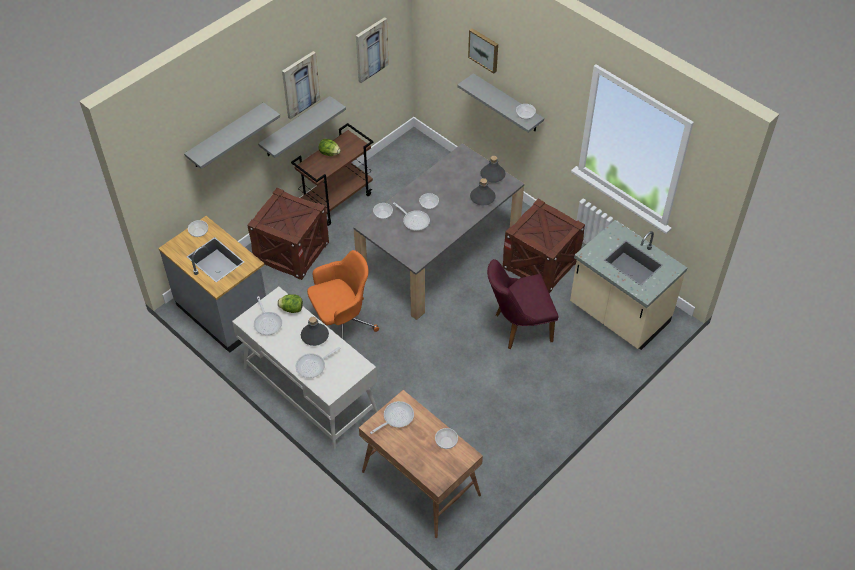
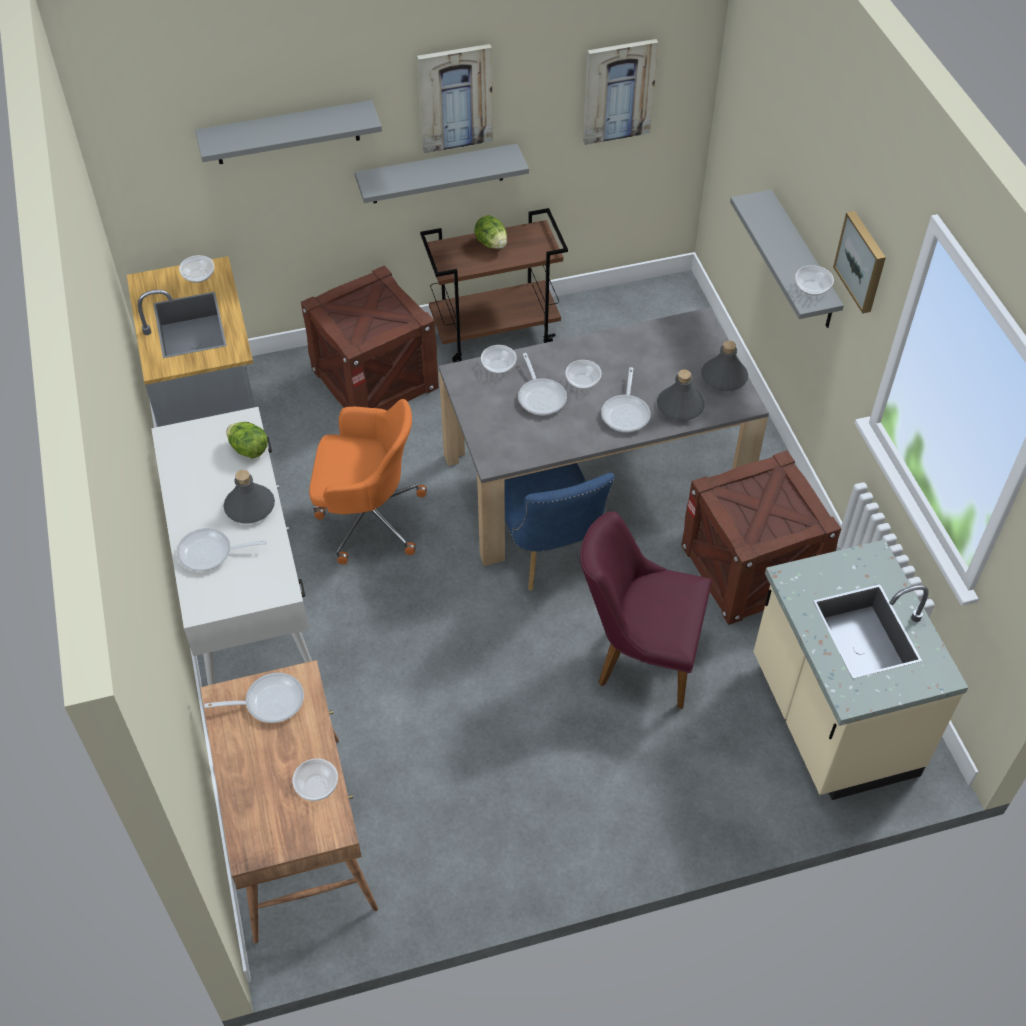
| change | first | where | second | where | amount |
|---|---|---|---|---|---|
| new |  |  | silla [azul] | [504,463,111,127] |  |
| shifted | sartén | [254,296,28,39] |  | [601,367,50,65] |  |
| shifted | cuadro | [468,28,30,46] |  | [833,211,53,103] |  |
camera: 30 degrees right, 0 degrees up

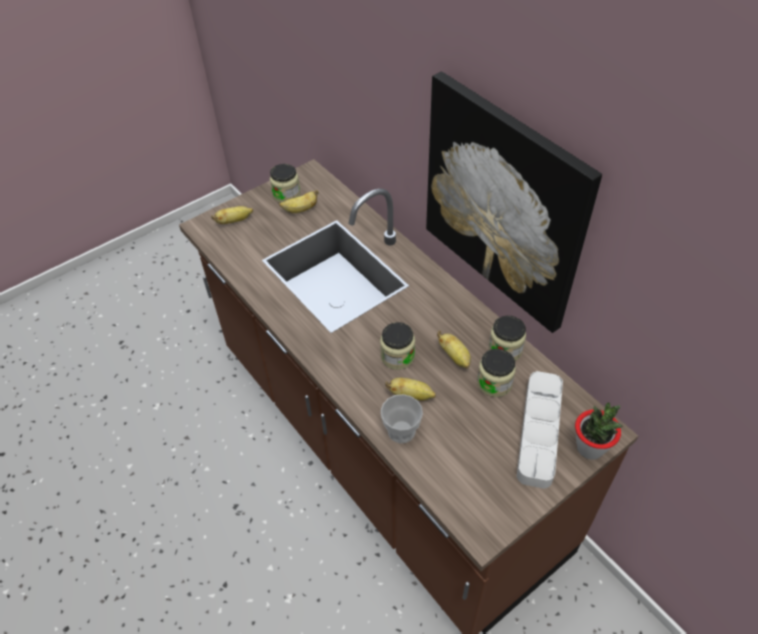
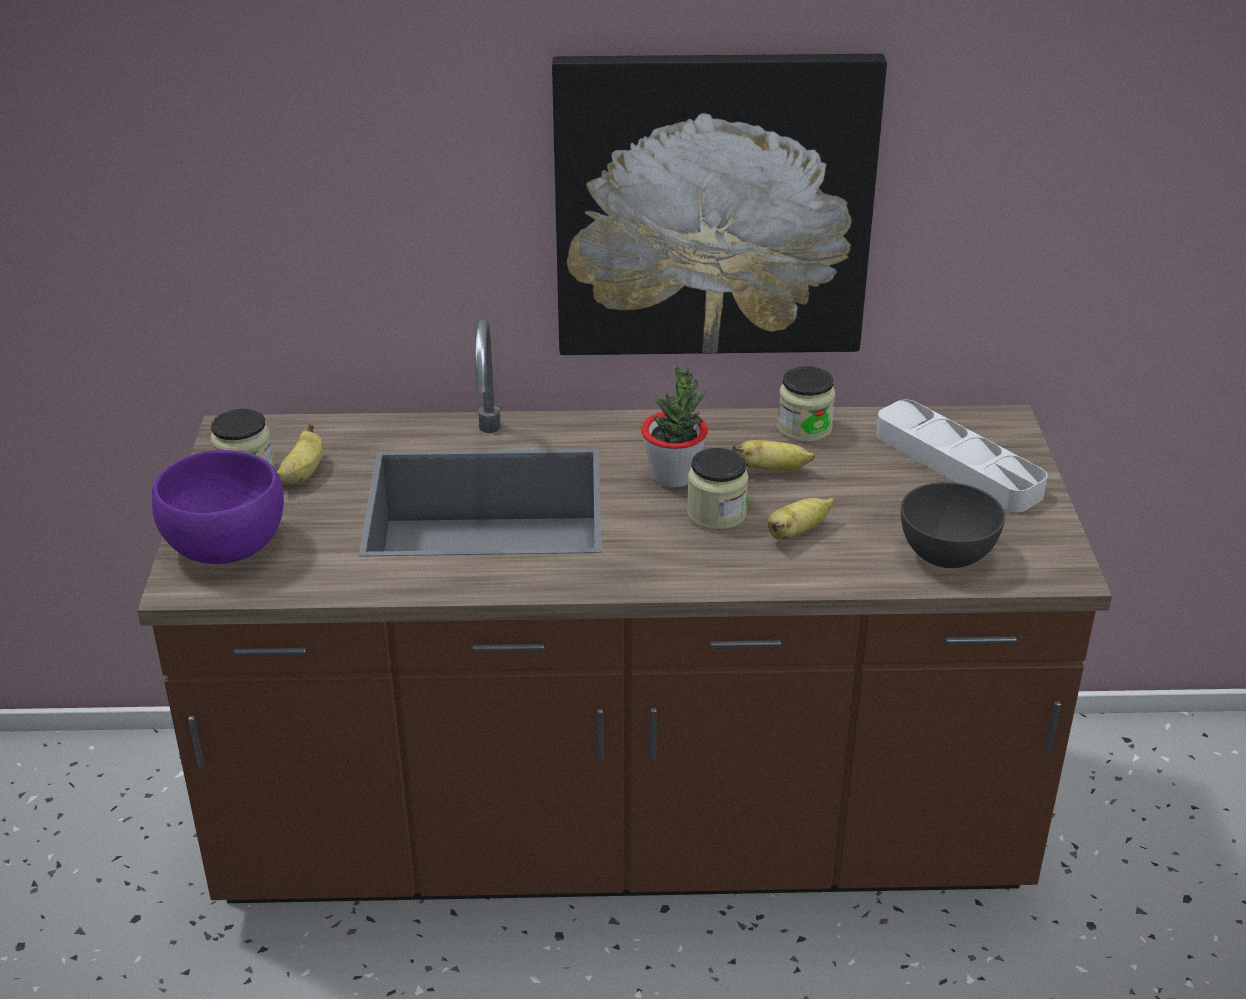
| change | first | where | second | where | amount |
|---|---|---|---|---|---|
| swapped | plátano | [211,206,42,18] | cuenco [morado] | [152,450,132,114] |  |
| shifted | planta en maceta | [575,403,48,57] |  | [641,366,67,121] |  |
| new |  |  | cuenco [gris] | [901,482,104,86] |  |
| gone | taza | [380,394,43,49] |  |  |  |
| gone | tarro | [477,349,39,48] |  |  |  |
camera: 55 degrees left, 15 degrees down

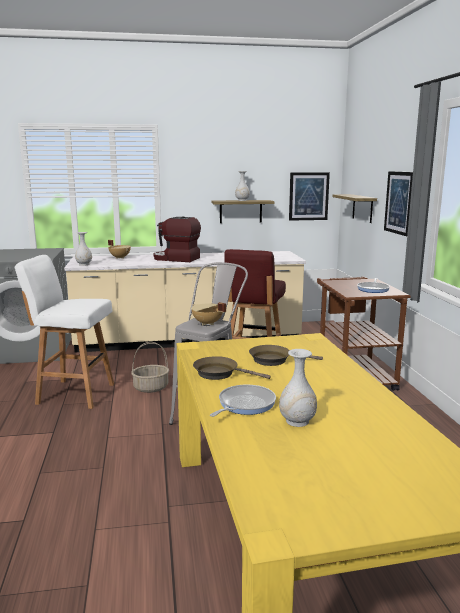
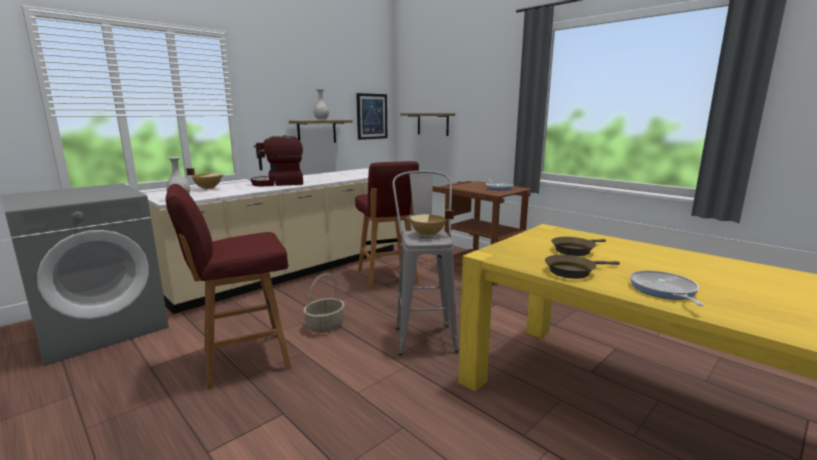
| change | first | where | second | where | amount |
|---|---|---|---|---|---|
| repainted | taburete [blanco] | [15,255,99,154] | taburete [rojo] | [166,184,126,206] |  |
| gone | florero [blanco] | [279,349,38,78] |  |  |  |
| gone | cuadro | [384,171,29,65] |  |  |  |
camera: 35 degrees left, 0 degrees up

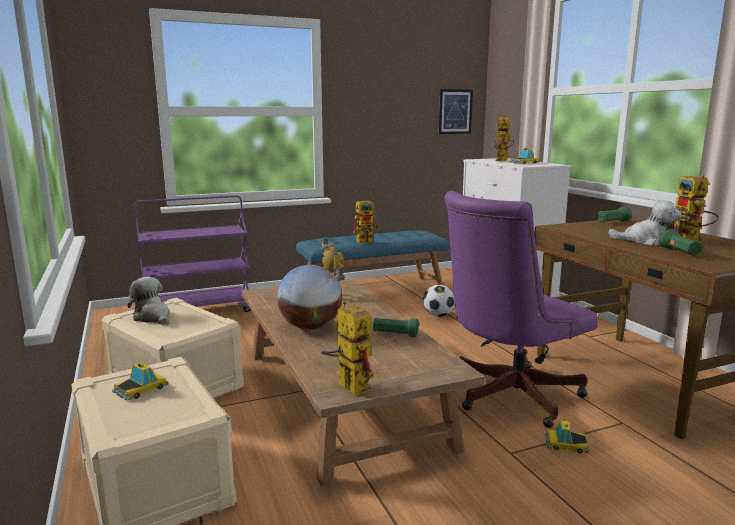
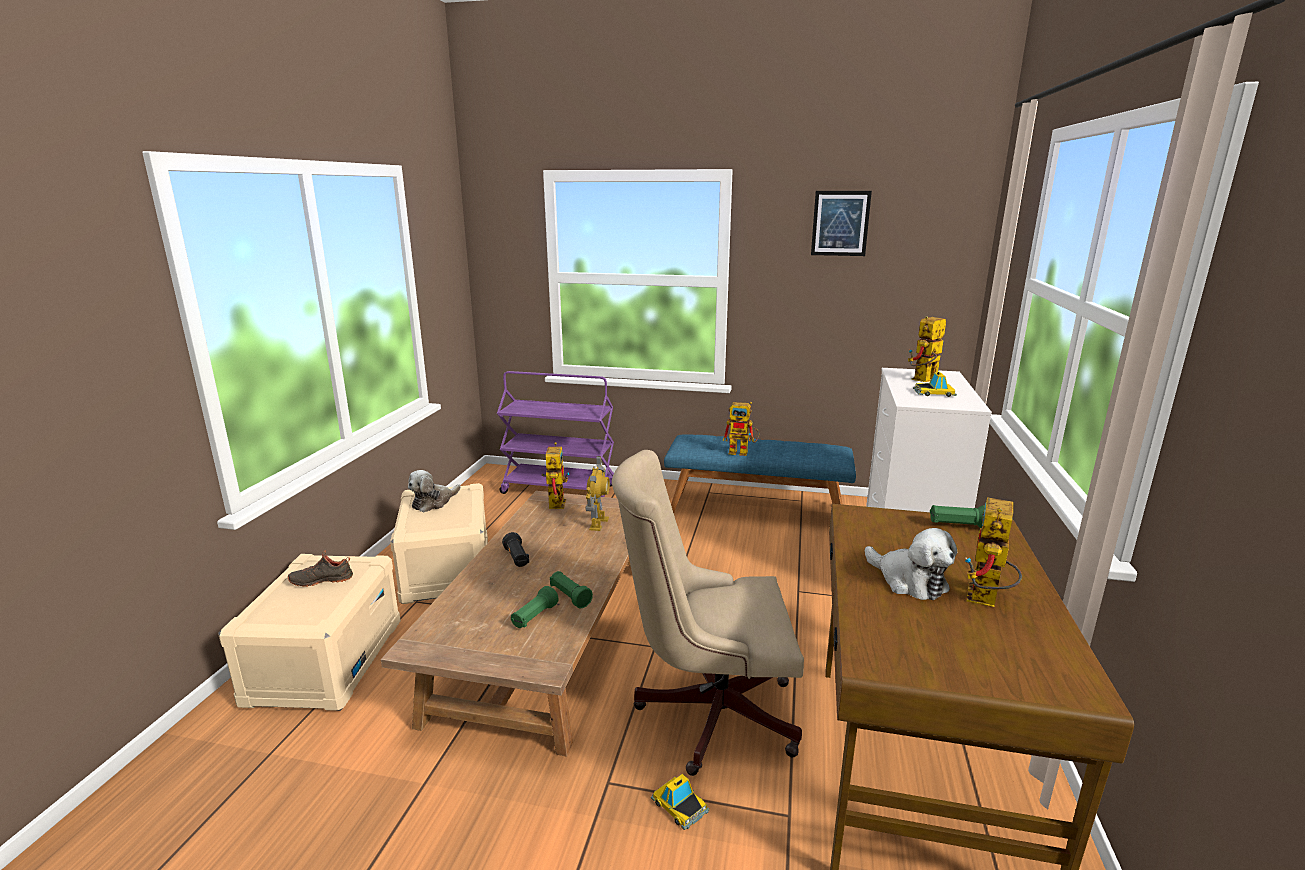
| change | first | where | second | where | amount |
|---|---|---|---|---|---|
| swapped | coche de juguete | [112,362,57,38] | zapato [negro] | [288,551,65,36] |  |
| rotated | peluche | [128,277,42,48] |  | [408,470,53,42] | 135 degrees counterclockwise |
| swapped | globo terráqueo | [277,265,65,65] | linterna [negro] | [502,532,27,35] |  |
| shifted | linterna [verde] | [659,230,44,25] |  | [511,586,47,42] |  |
| shifted | robot de juguete | [321,300,53,96] |  | [541,442,29,67] |  |
| repainted | silla de oficina [morado] | [444,191,154,237] | silla de oficina [beis] | [612,450,192,326] |  |
| shifted | cuadro | [439,89,34,45] |  | [811,191,61,65] |  |
| gone | balón de fútbol | [423,285,32,32] |  |  |  |
camera: 35 degrees right, 5 degrees up

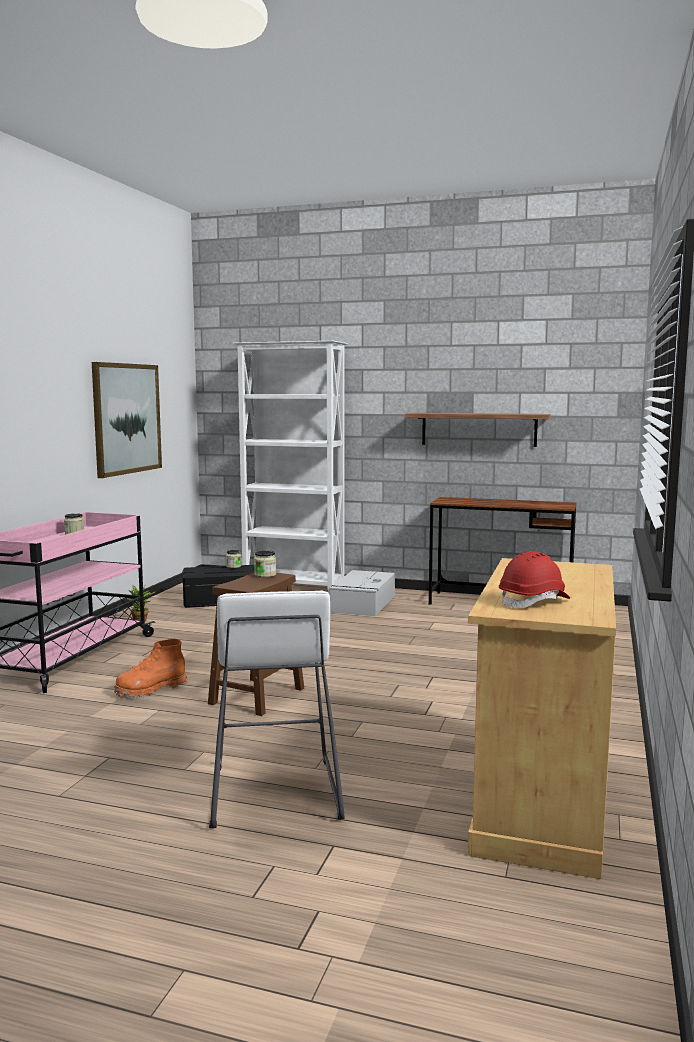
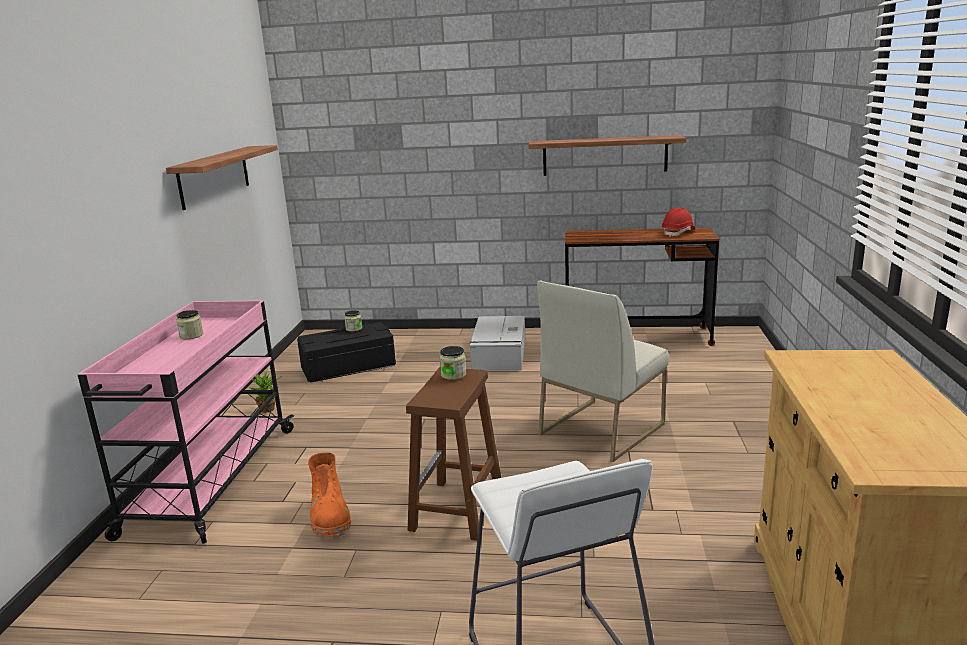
| change | first | where | second | where | amount |
|---|---|---|---|---|---|
| swapped | cuadro | [92,362,70,116] | estante | [166,145,112,65] |  |
| rotated | bota [naranja] | [114,639,73,59] |  | [308,452,43,86] | 60 degrees counterclockwise |
| new |  |  | silla [blanco] | [537,281,132,181] |  |
| shifted | casco [rojo] | [499,551,71,58] |  | [662,207,33,30] |  |
| gone | estantería [blanco] | [233,341,115,254] |  |  |  |
camera: 10 degrees left, 10 degrees up

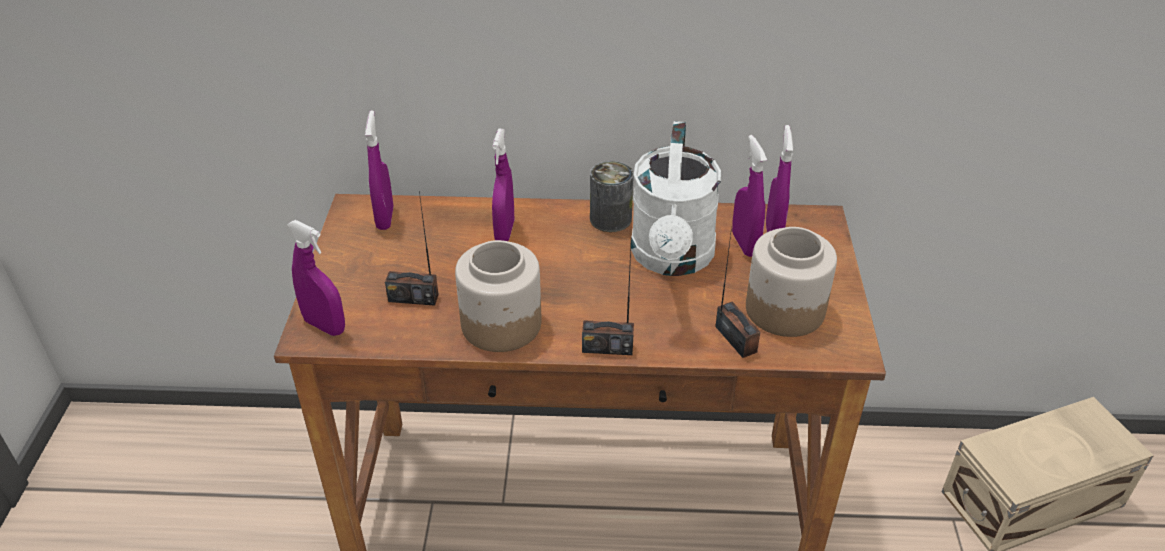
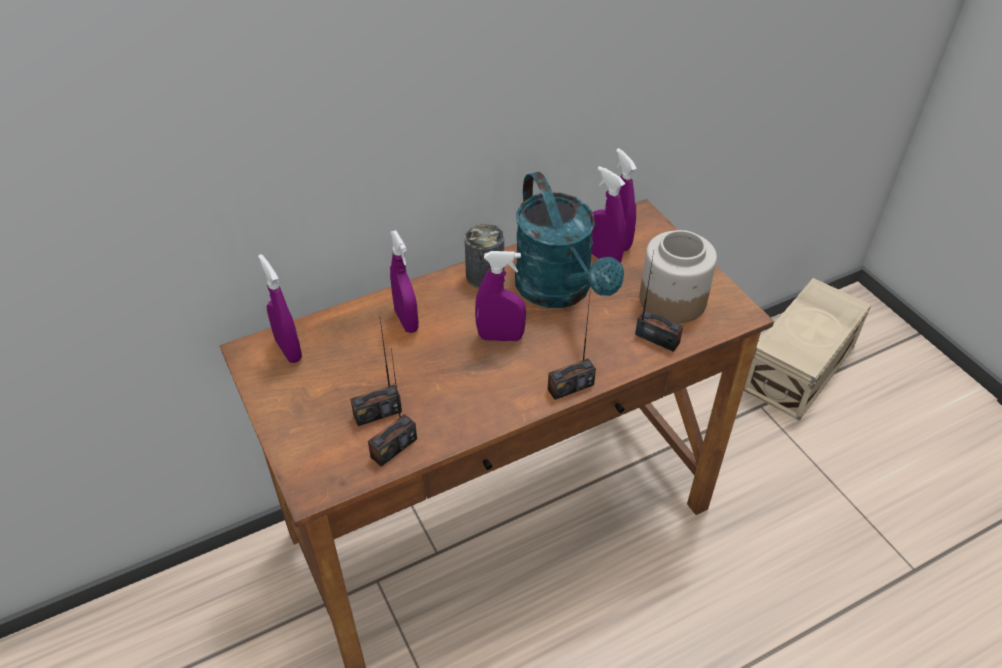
| change | first | where | second | where | amount |
|---|---|---|---|---|---|
| new |  |  | radio | [368,349,49,118] |  |
| shifted | pulverizador [morado] | [287,220,58,116] |  | [475,251,51,91] |  |
| repainted | regadera [blanco] | [631,121,90,155] | regadera [turquesa] | [515,172,109,136] |  |
| gone | tarro | [455,240,86,112] |  |  |  |
camera: 30 degrees left, 5 degrees up

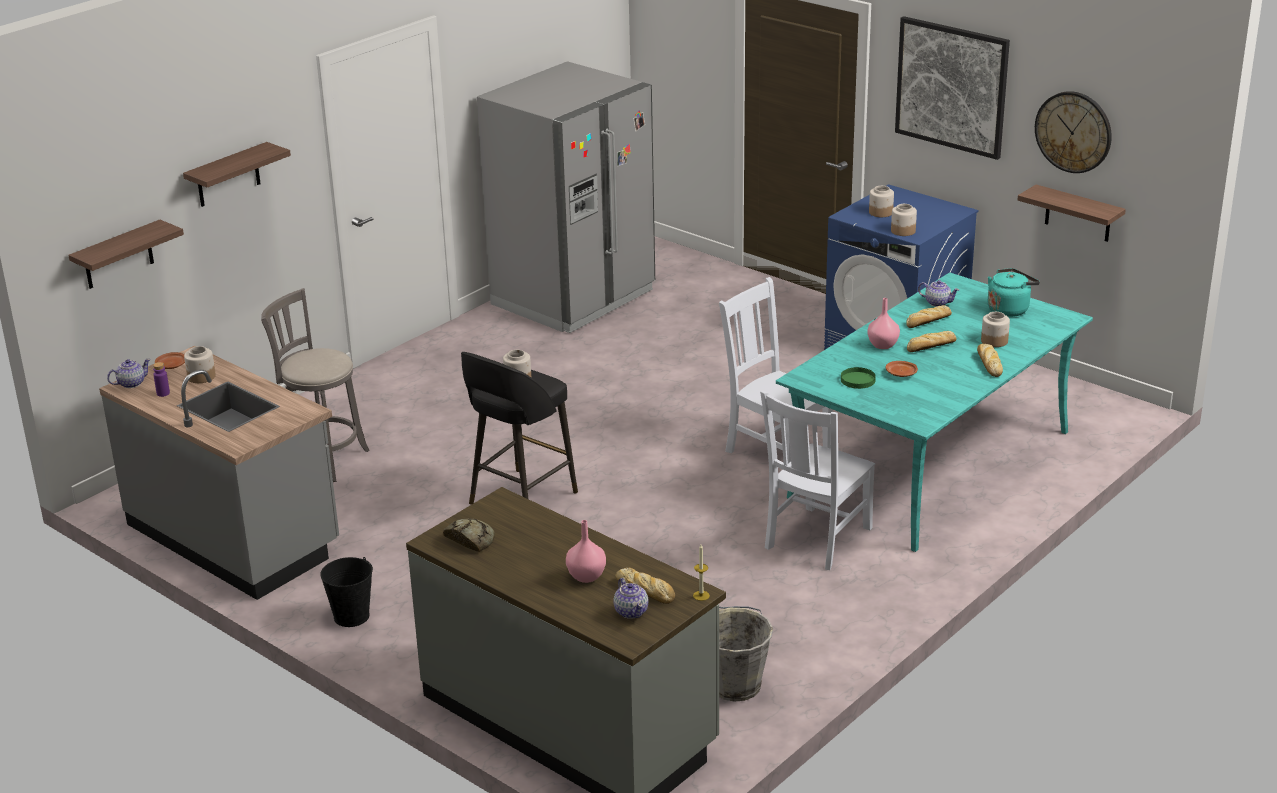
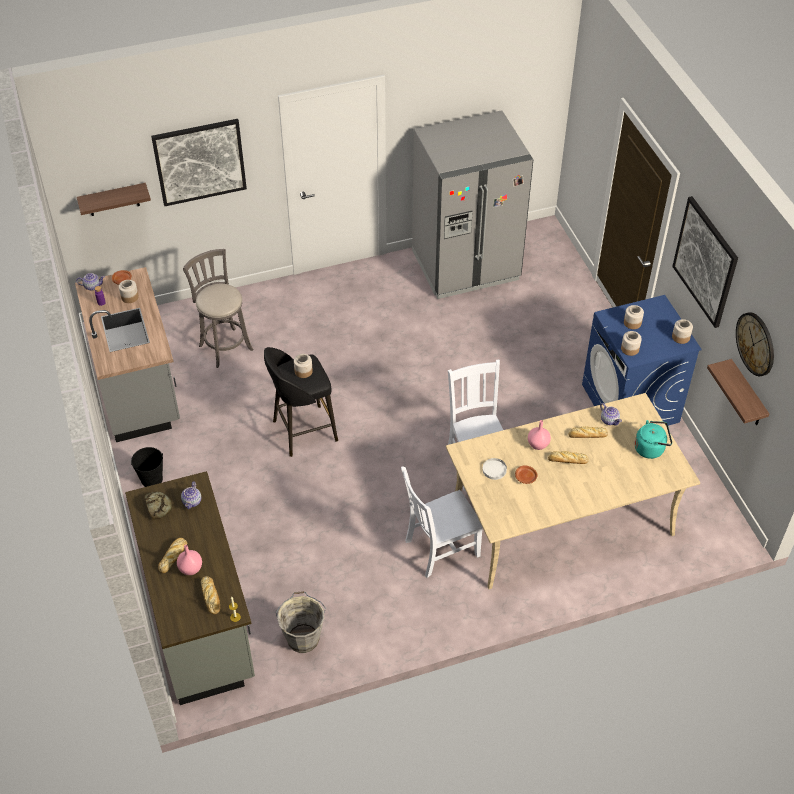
| change | first | where | second | where | amount |
|---|---|---|---|---|---|
| swapped | estante | [183,142,108,65] | cuadro | [151,119,96,87] |  |
| shifted | pan | [977,343,26,34] |  | [158,538,29,36] |  |
| shifted | tetera | [613,578,36,41] |  | [181,481,20,28] |  |
| repainted | mesa de comedor [turquesa] | [776,272,317,280] | mesa de comedor [beis] | [446,393,255,196] |  |
| repainted | plato [verde] | [841,367,35,22] | plato [blanco] | [482,458,25,22] |  |
| shifted | tarro | [981,312,29,35] |  | [672,319,21,25] |  |
camera: 30 degrees right, 20 degrees up

